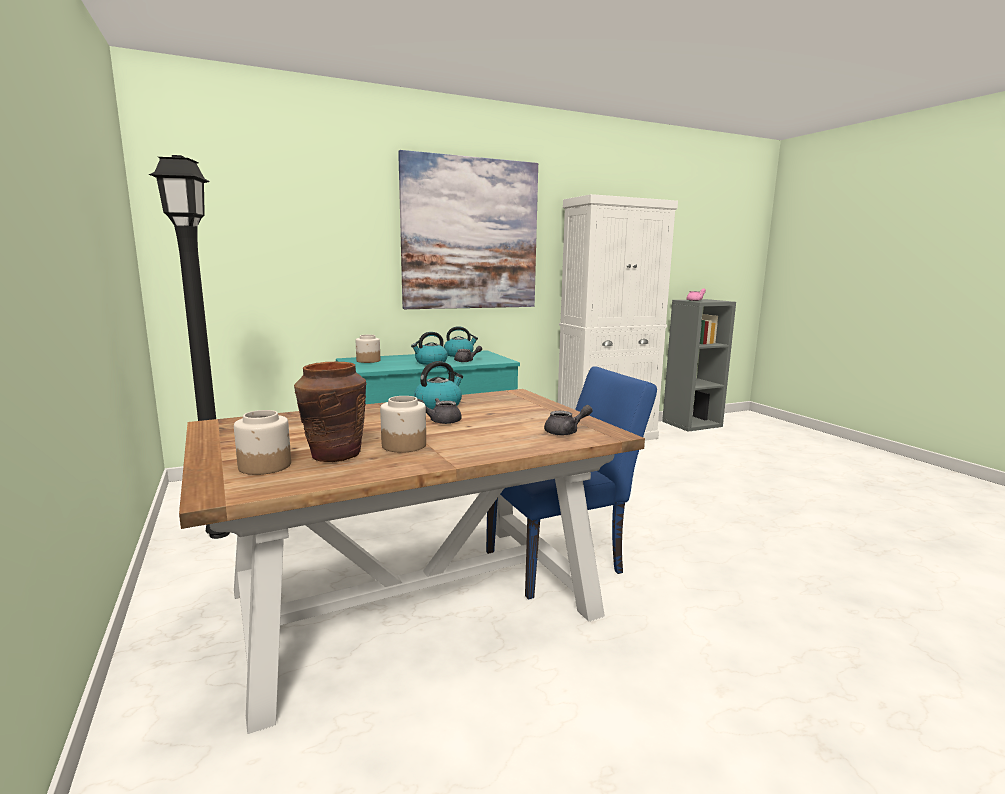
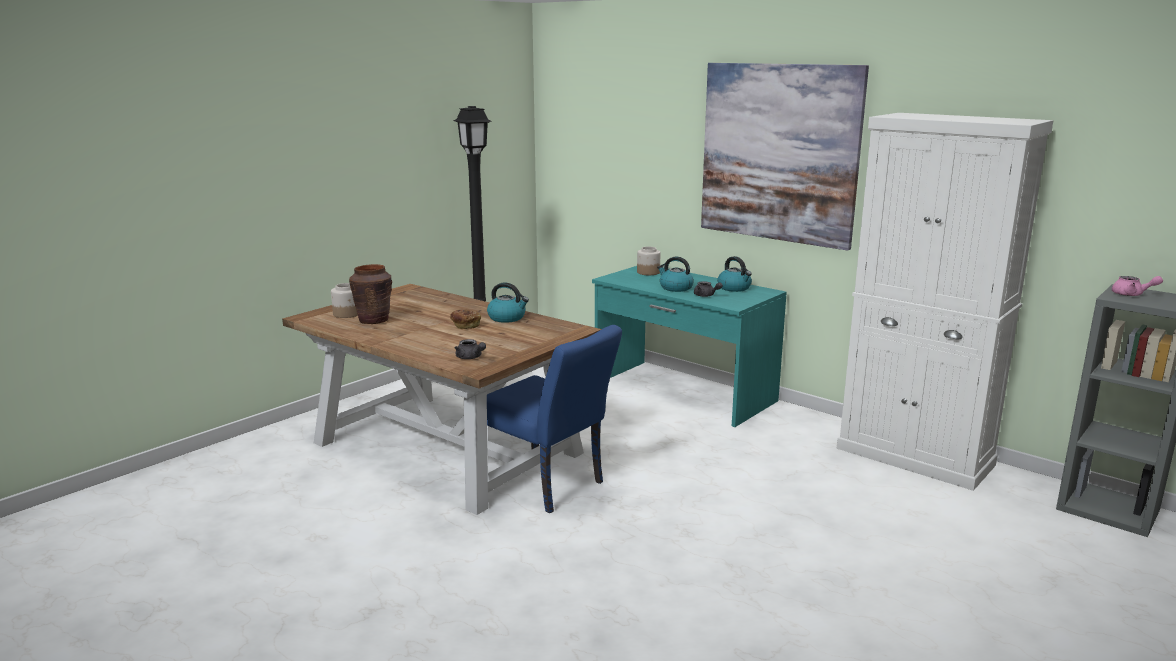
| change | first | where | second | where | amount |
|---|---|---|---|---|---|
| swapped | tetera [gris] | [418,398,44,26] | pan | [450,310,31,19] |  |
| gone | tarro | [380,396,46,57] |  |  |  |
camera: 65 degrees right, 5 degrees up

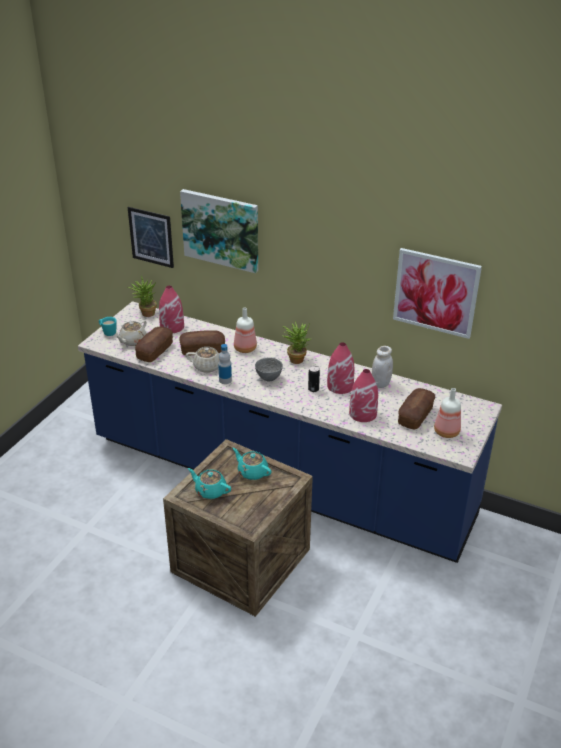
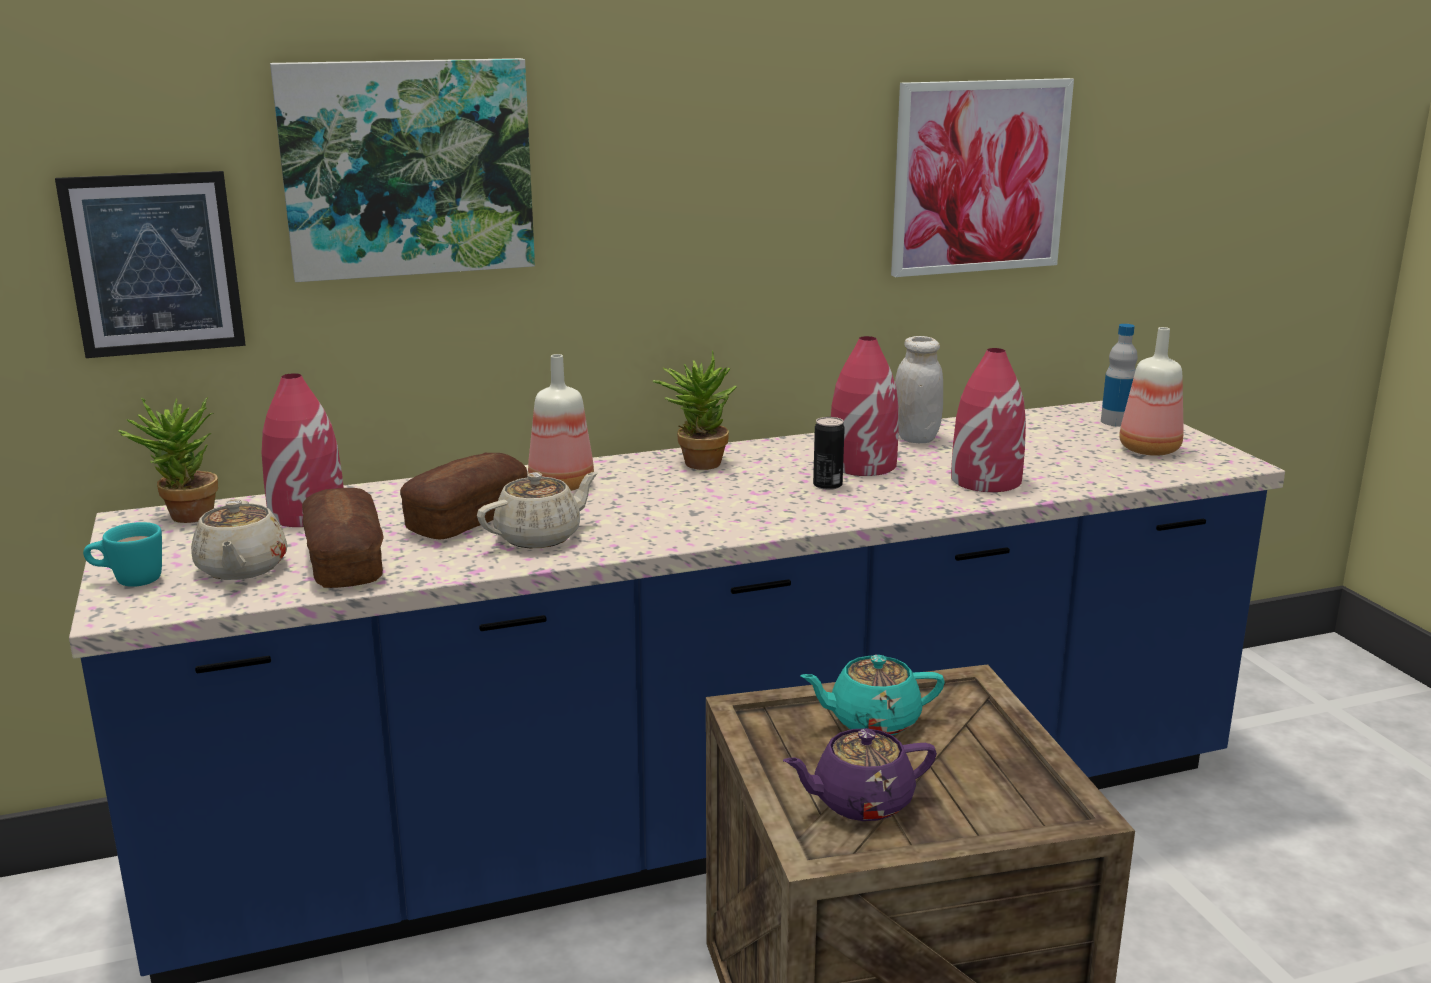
| change | first | where | second | where | amount |
|---|---|---|---|---|---|
| repainted | tetera [turquesa] | [188,468,43,31] | tetera [morado] | [783,728,154,93] |  |
| shifted | botella | [218,344,14,40] |  | [1101,324,37,103] |  |
| gone | cuenco [gris] | [255,358,28,23] |  |  |  |
| gone | pan | [398,388,37,42] |  |  |  |
camera: 45 degrees left, 15 degrees down

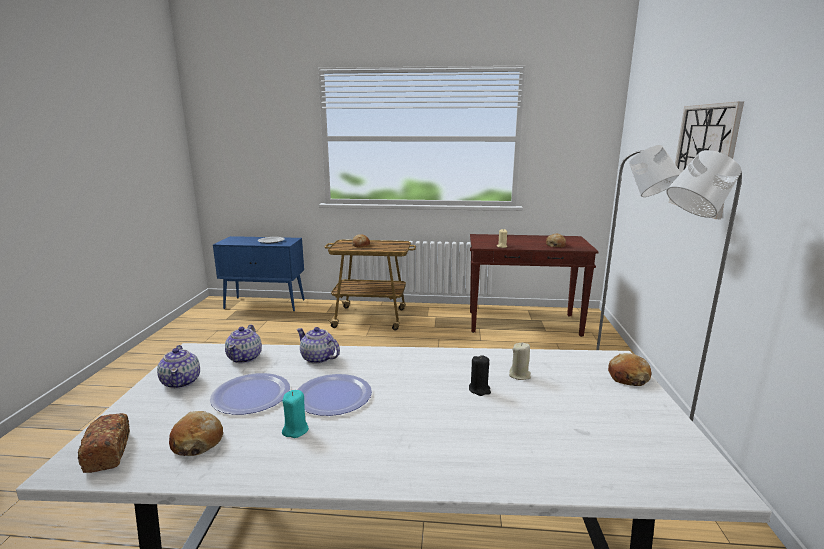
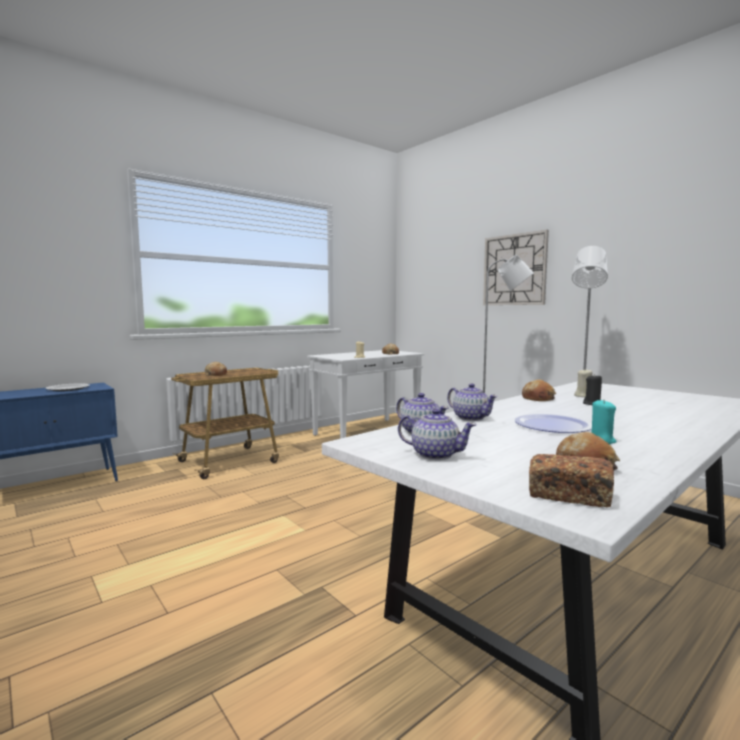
| change | first | where | second | where | amount |
|---|---|---|---|---|---|
| repainted | mesa consola [marrón] | [470,234,129,103] | mesa consola [blanco] | [307,350,117,89] |  |
| rotated | tetera | [296,327,44,37] |  | [447,383,51,38] | 120 degrees counterclockwise |
| shifted | pan | [608,353,43,33] |  | [522,379,34,22] |  |
| gone | plato | [210,373,80,42] |  |  |  |
camera: 45 degrees left, 10 degrees down

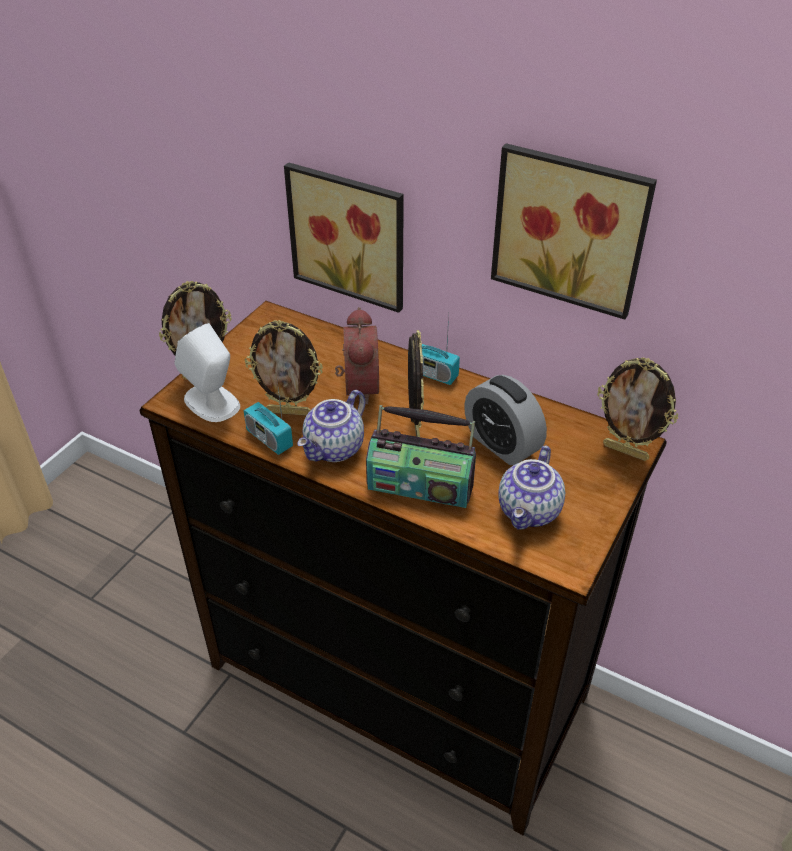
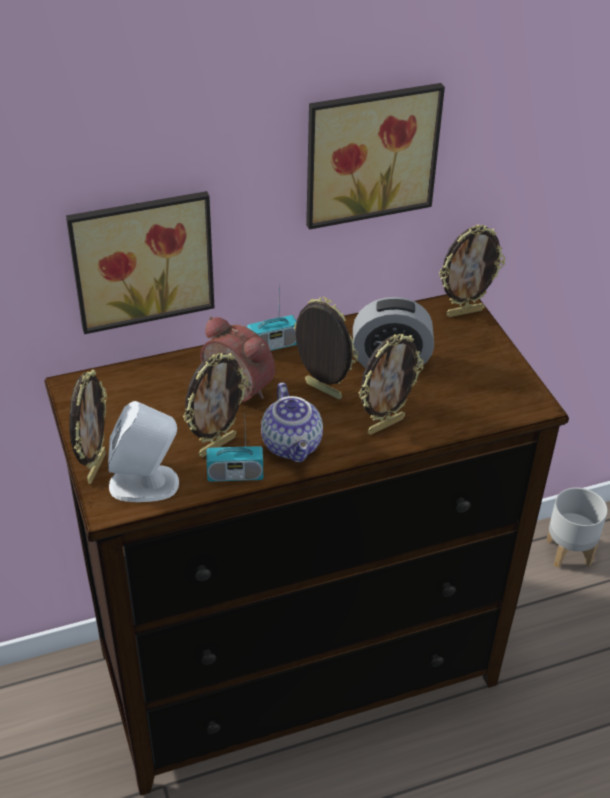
| change | first | where | second | where | amount |
|---|---|---|---|---|---|
| swapped | radio | [366,405,110,103] | portarretratos | [359,334,65,101] |  |
| new |  |  | maceta [gris] | [546,487,61,81] |  |
| gone | tetera | [498,445,67,84] |  |  |  |
camera: 50 degrees left, 0 degrees up

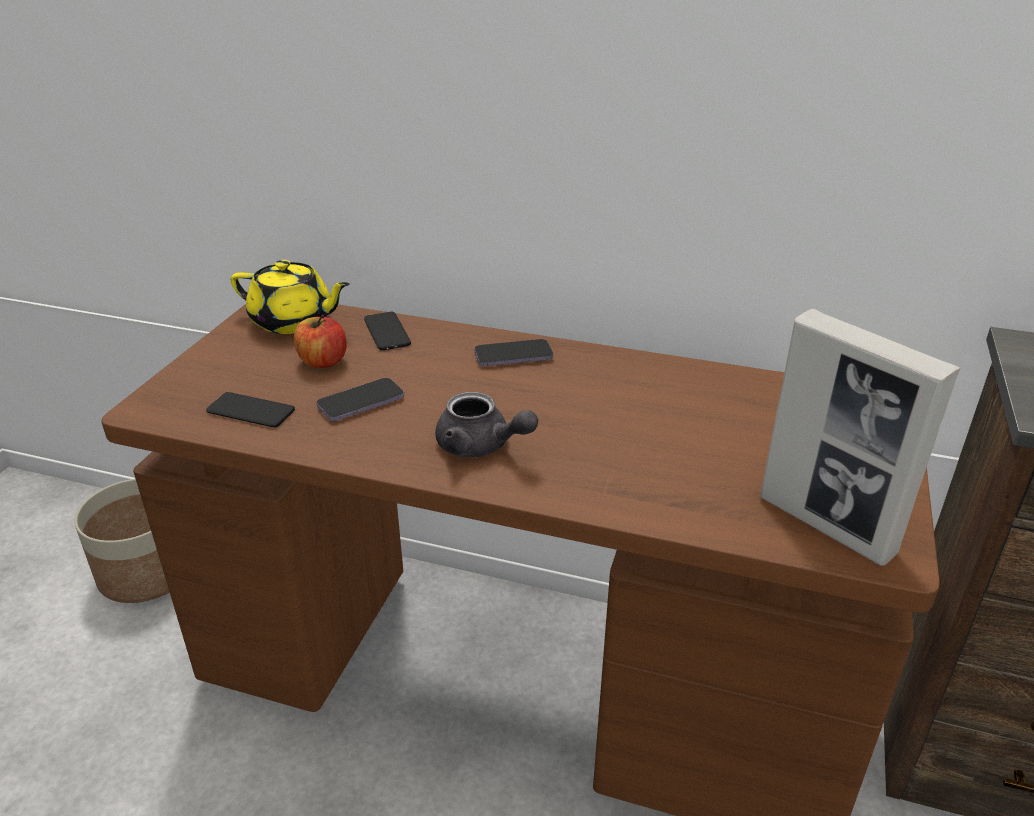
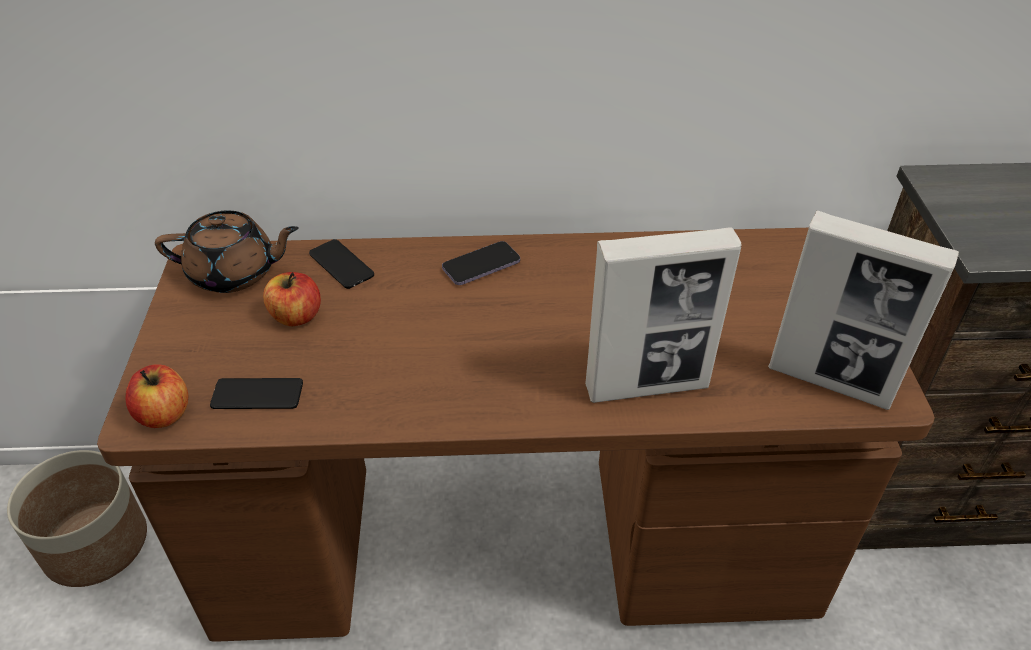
| change | first | where | second | where | amount |
|---|---|---|---|---|---|
| new |  |  | manzana | [125,364,63,64] |  |
| repainted | tetera [amarillo] | [231,260,119,74] | tetera [marrón] | [155,211,144,82] |  |
| new |  |  | portarretratos | [585,227,156,176] |  |
| gone | móvil | [316,378,88,43] |  |  |  |
| gone | tetera [gris] | [435,392,103,65] |  |  |  |
camera: 20 degrees left, 10 degrees up

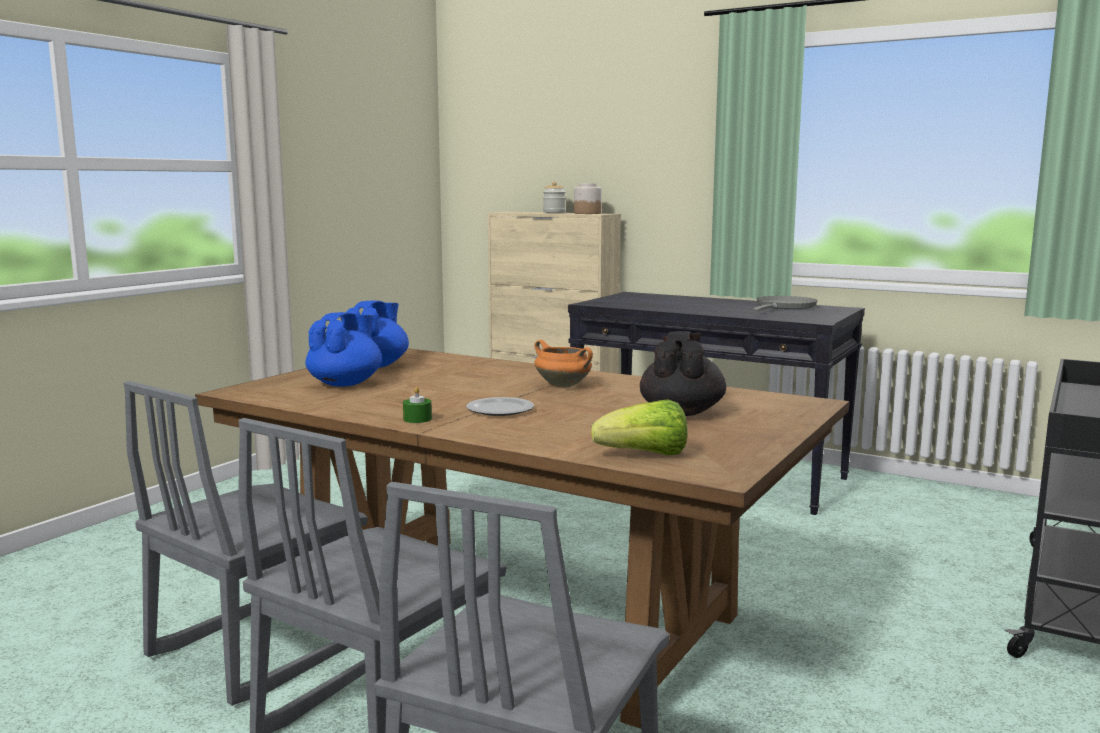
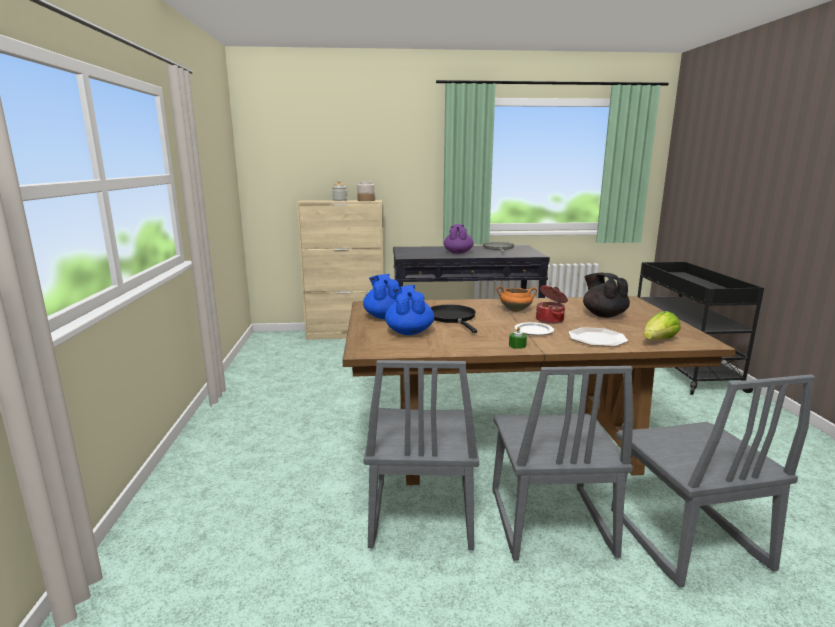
| change | first | where | second | where | amount |
|---|---|---|---|---|---|
| new |  |  | sartén [negro] | [431,305,46,28] |  |
| new |  |  | tetera [morado] | [444,224,30,30] |  |
| new |  |  | olla | [536,285,32,39] |  |
| new |  |  | plato | [568,327,60,20] |  |
camera: 35 degrees left, 5 degrees up

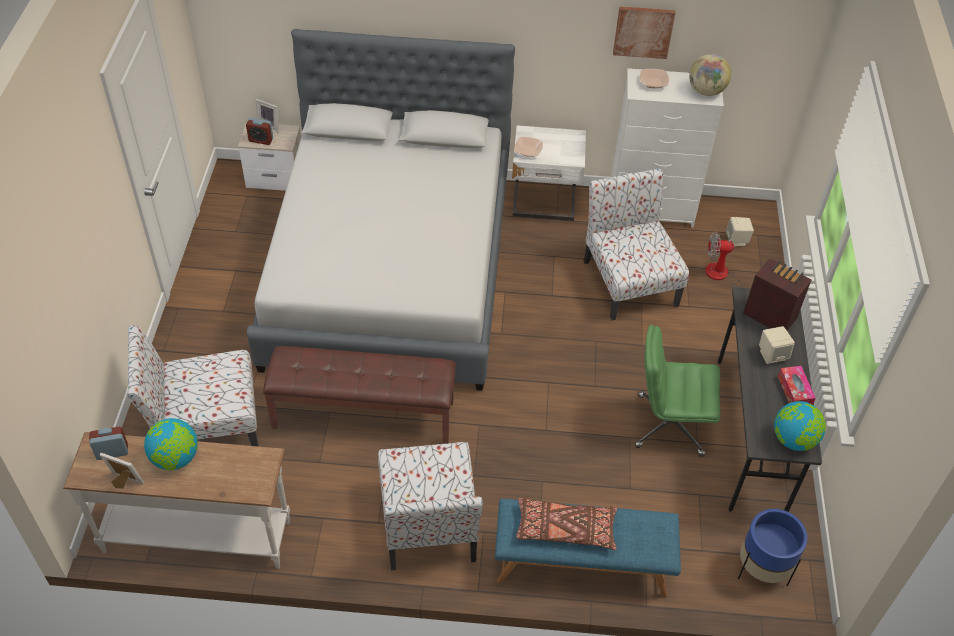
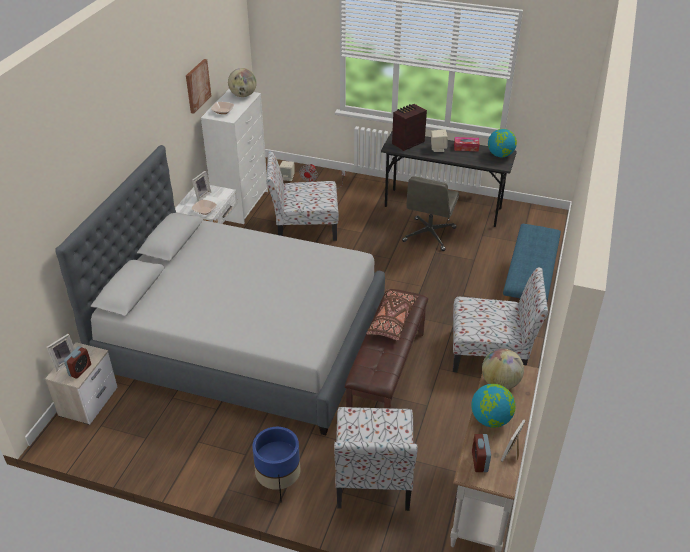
| change | first | where | second | where | amount |
|---|---|---|---|---|---|
| new |  |  | portarretratos | [192,171,19,30] |  |
| shifted | maceta [azul] | [738,509,69,77] |  | [252,427,49,75] |  |
| shifted | cojín [marrón] | [516,498,101,52] |  | [366,289,52,52] |  |
| repainted | silla de oficina [verde] | [635,325,85,132] | silla de oficina [gris] | [402,176,57,75] |  |
| new |  |  | globo terráqueo | [482,348,42,41] |  |
camera: 75 degrees left, 10 degrees down

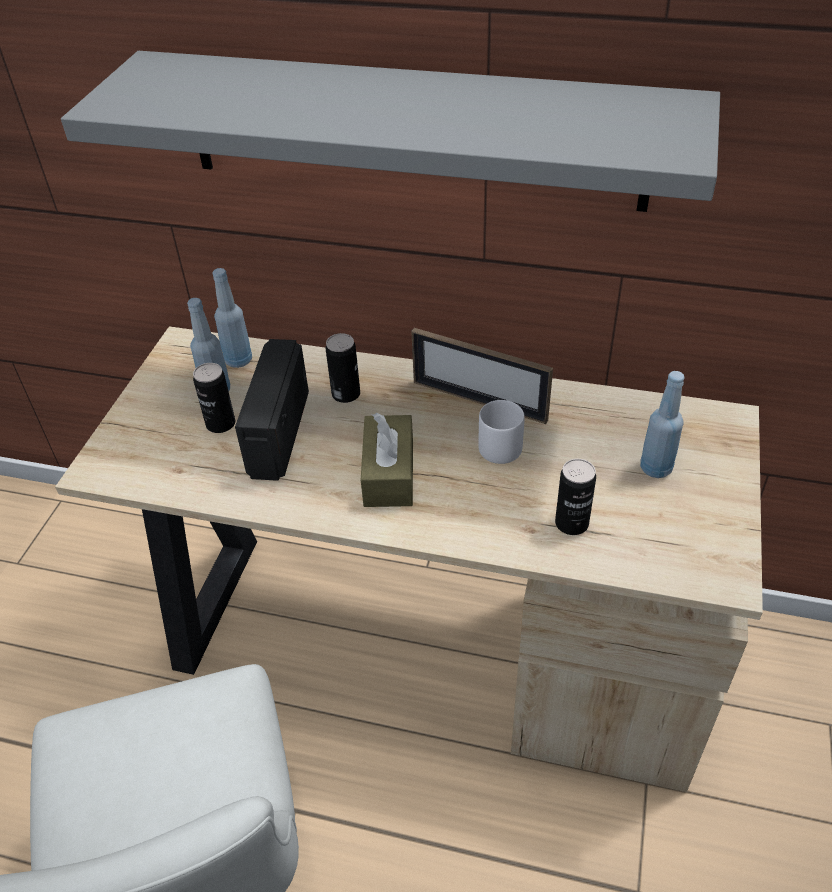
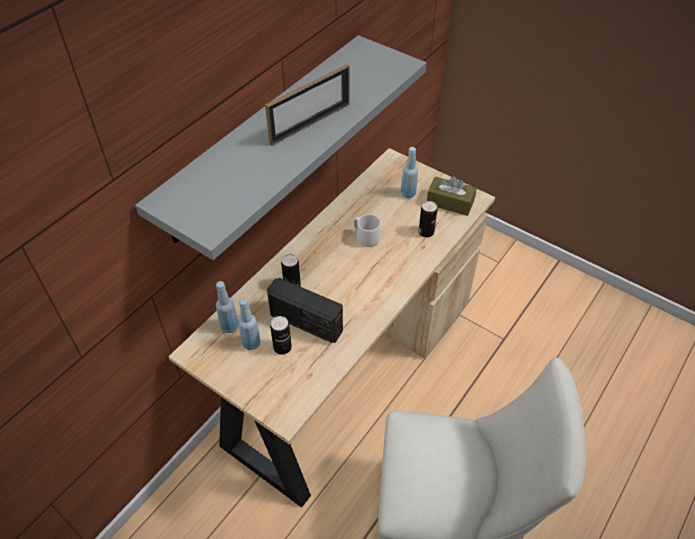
| change | first | where | second | where | amount |
|---|---|---|---|---|---|
| shifted | portarretratos | [411,328,142,96] |  | [265,64,85,82] |  |
| shifted | caja de pañuelos [marrón] | [361,413,52,94] |  | [427,176,50,40] |  |
camera: 70 degrees left, 5 degrees up

